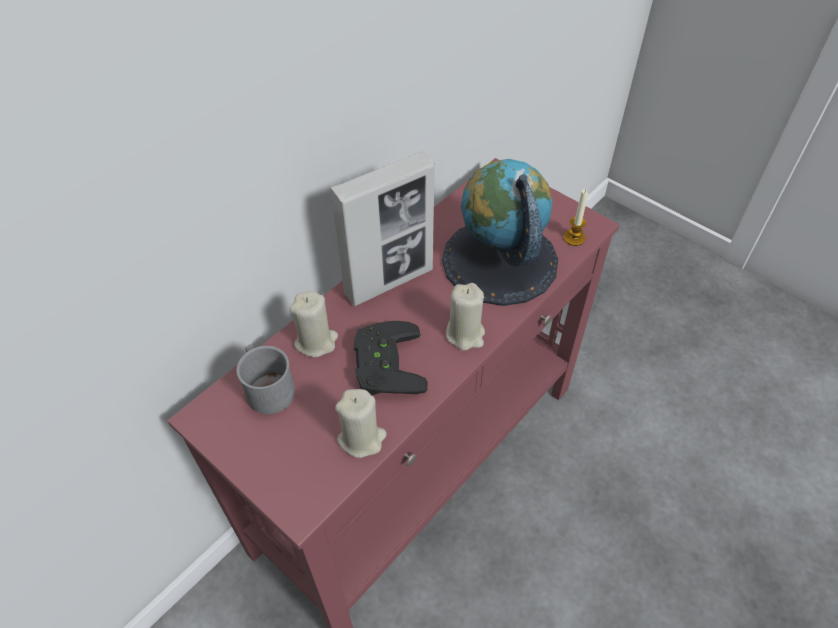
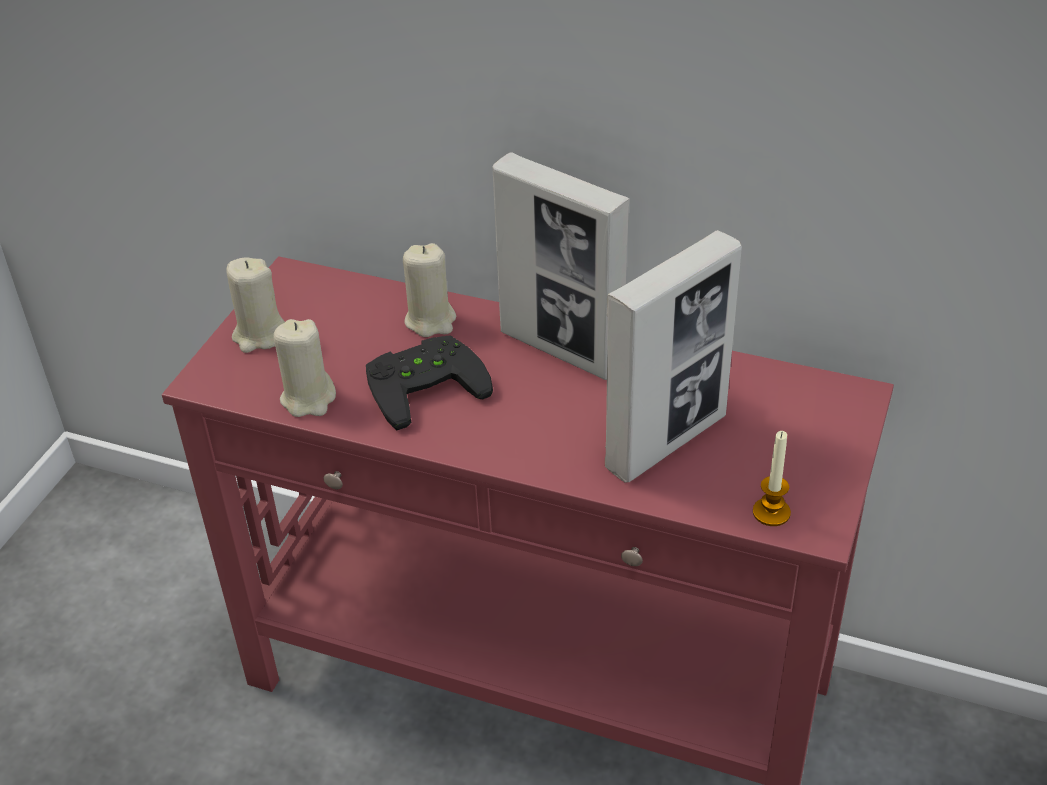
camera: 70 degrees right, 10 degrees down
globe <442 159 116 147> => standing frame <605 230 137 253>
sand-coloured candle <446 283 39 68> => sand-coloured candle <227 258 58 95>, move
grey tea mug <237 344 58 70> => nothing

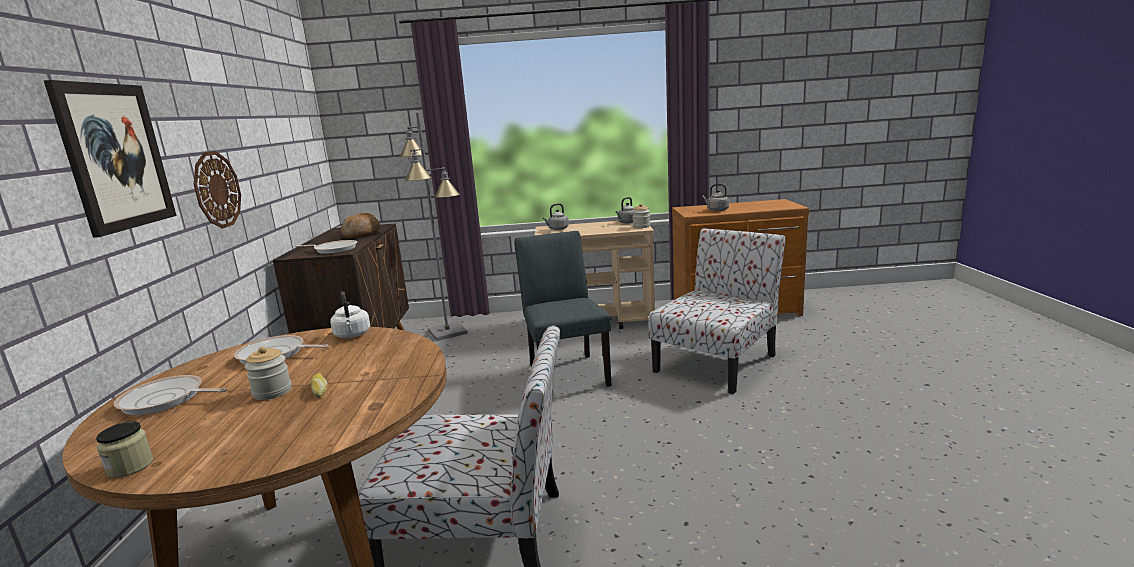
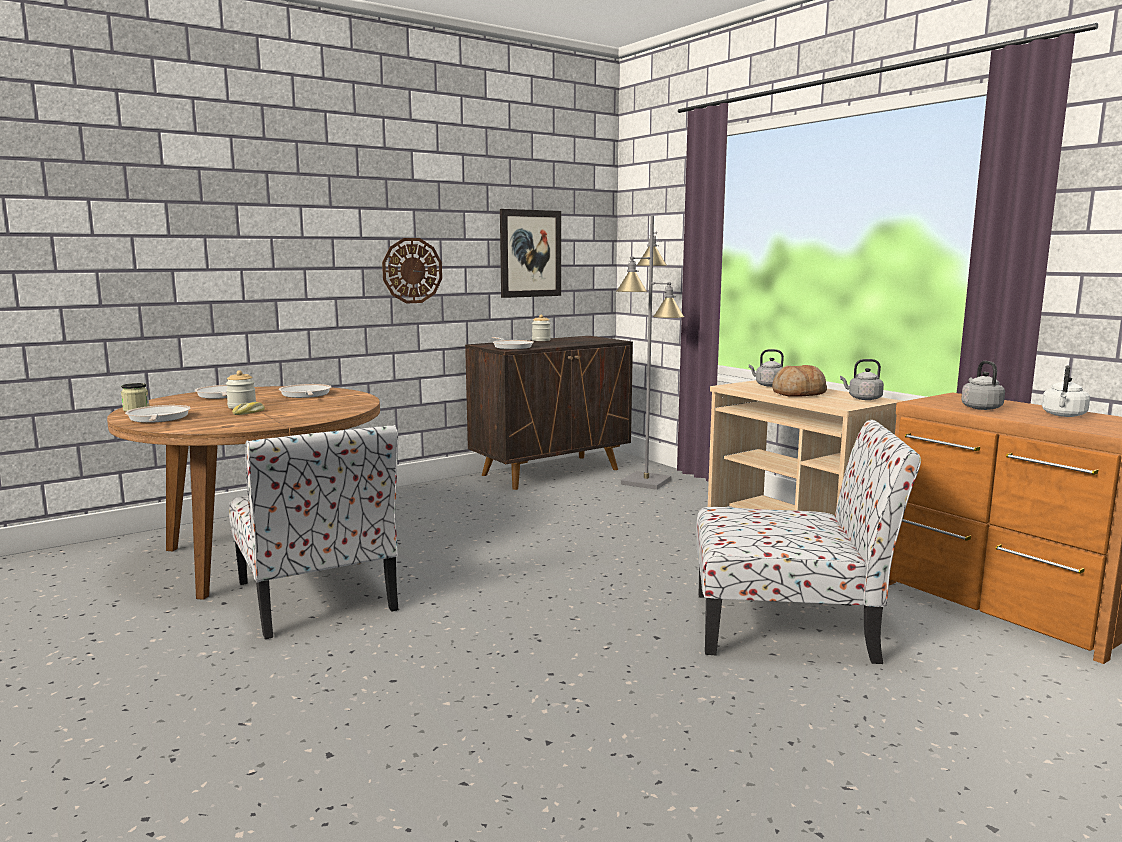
camera: 55 degrees right, 5 degrees down
wall art <44 80 133 158> => wall art <500 209 61 89>, move
preserve jar <633 204 17 24> => preserve jar <532 315 19 26>, move
baked bread <341 213 39 25> => baked bread <772 365 55 32>, move
grey upright chair <514 231 97 156> => nothing
whitish tea kettle <330 291 40 47> => whitish tea kettle <1042 365 48 52>, move
nothing => frying pan <125 405 66 18>

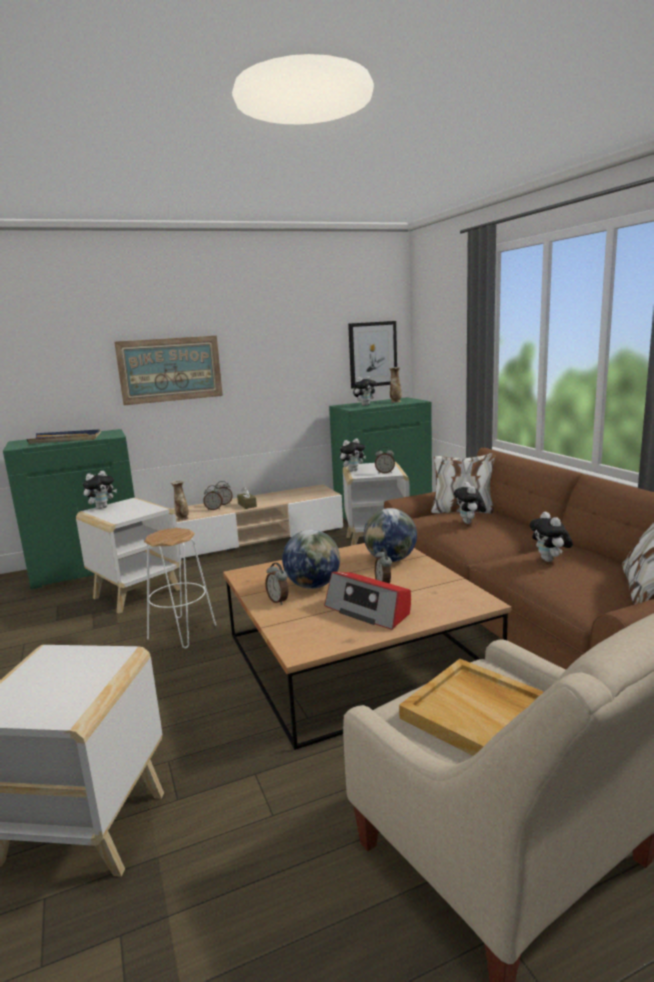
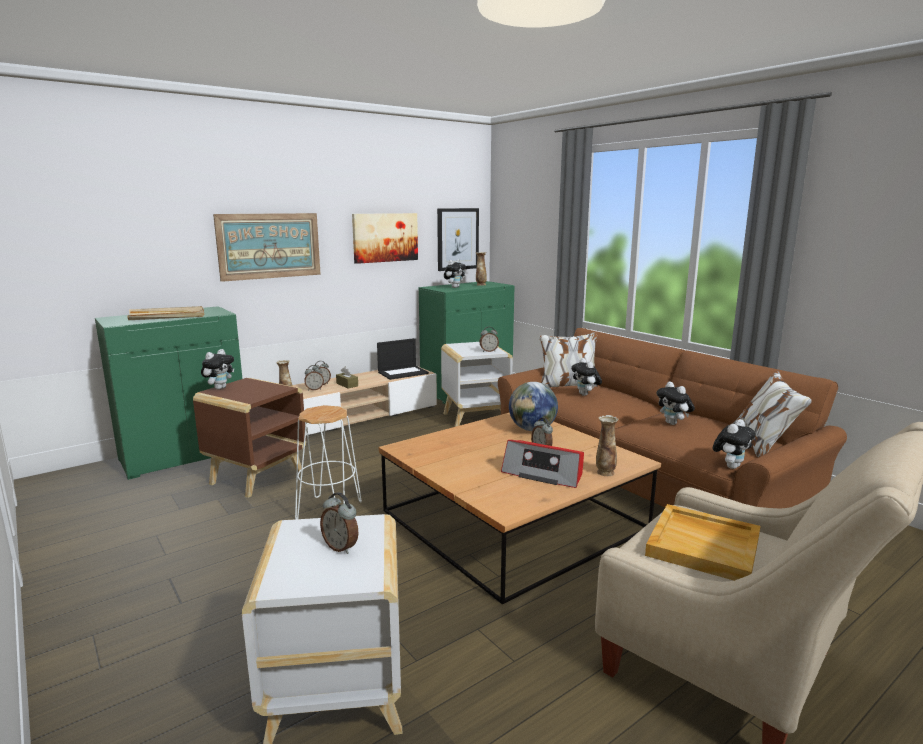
camera: 15 degrees left, 0 degrees up
blue serving tray <27 429 74 15> => sand-coloured serving tray <127 306 77 14>
soft toy <340 438 26 34> => soft toy <713 419 43 50>, move
whitish end table <76 498 105 116> => brown-coloured end table <193 378 113 120>
globe <282 530 58 59> => nothing
table clock <265 563 24 42> => table clock <320 492 39 62>, move
nothing => wall art <352 213 66 51>
nothing => laptop <377 338 52 42>
nothing => decorative vase <596 415 23 61>

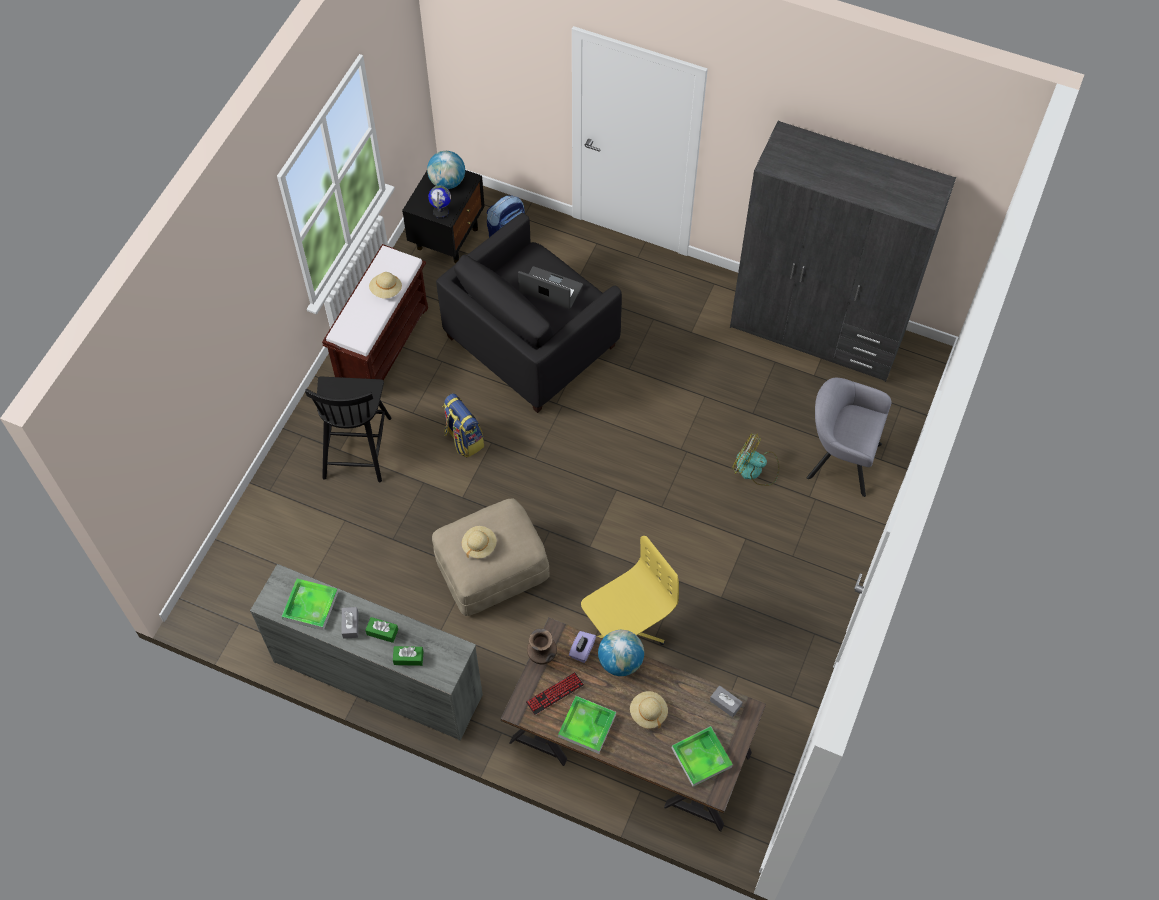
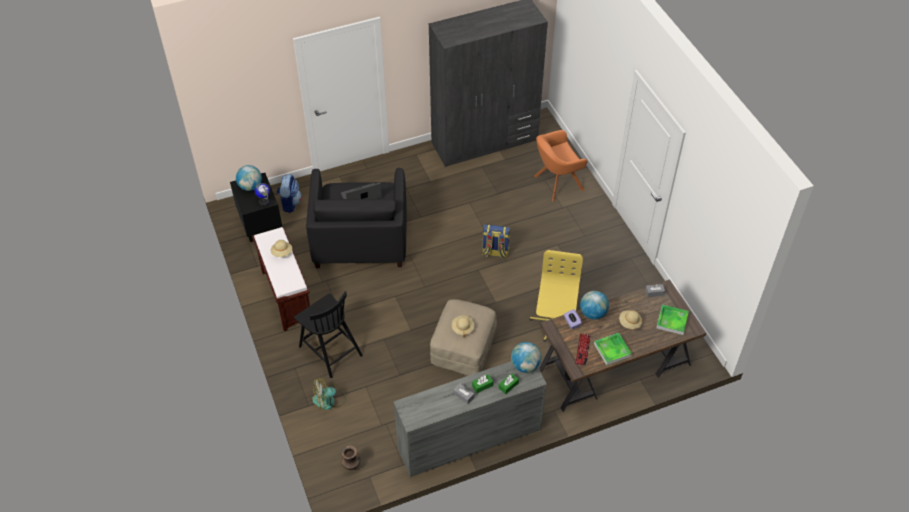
camera: 45 degrees left, 10 degrees down
grey armchair <807 378 84 119> => orange-coloured armchair <534 130 54 72>
rucksack <443 393 41 65> => rucksack <482 224 28 35>, move
electric fan <732 434 47 52> => electric fan <312 377 34 33>, move
serving tray <282 579 56 52> => nothing
brown-coloured decorative vase <527 629 30 35> => brown-coloured decorative vase <341 445 19 26>, move
nothing => globe <511 342 31 31>

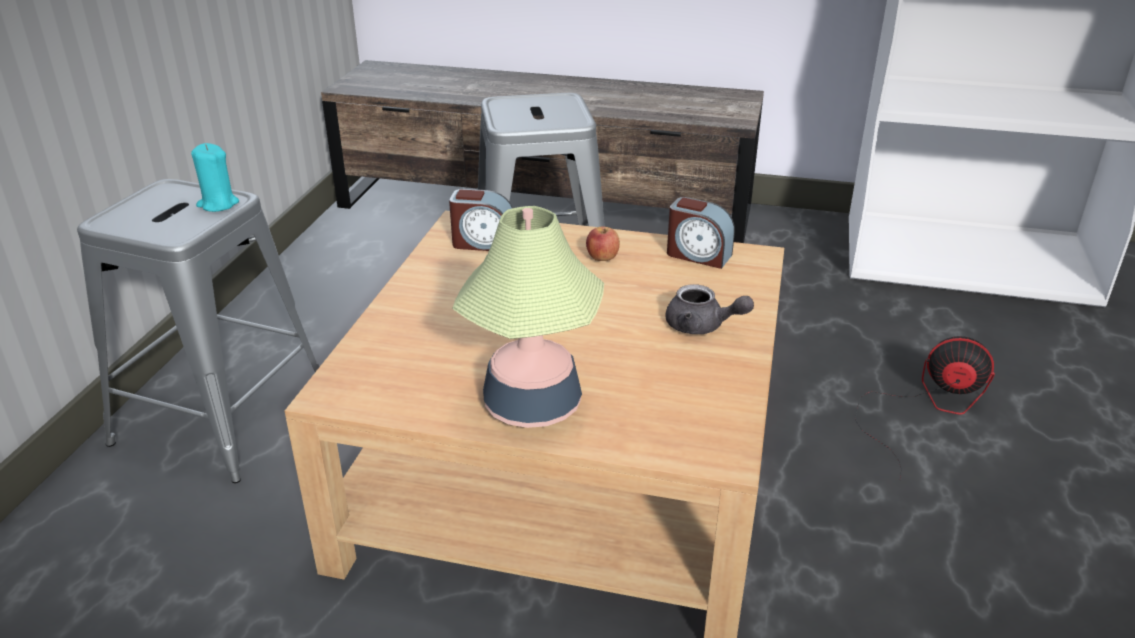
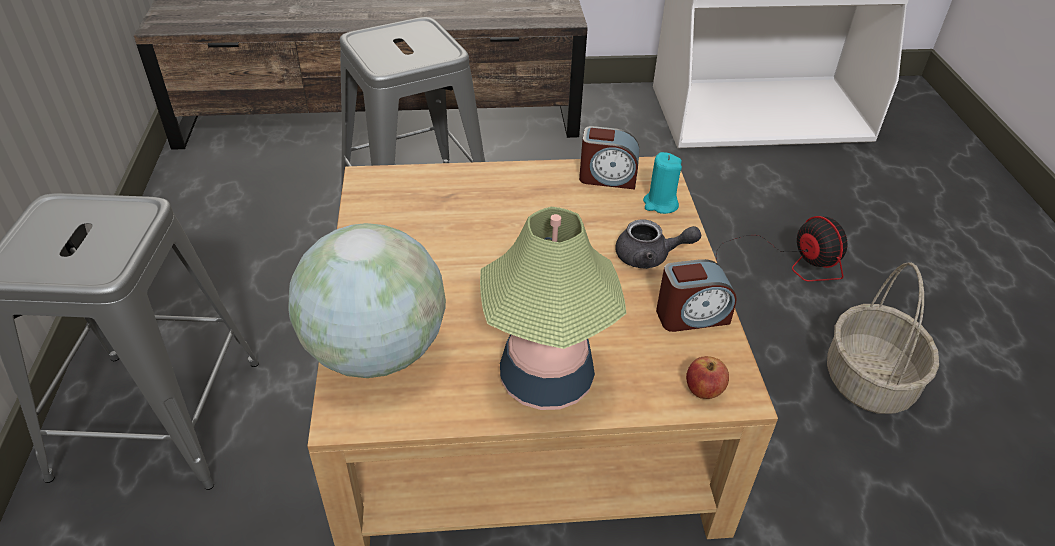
camera: 20 degrees left, 10 degrees up
turquoise-coloured candle <191 143 48 69> => turquoise-coloured candle <643 152 39 62>, move
table clock <449 189 64 62> => table clock <656 259 81 73>, move
apple fruit <586 227 34 34> => apple fruit <686 356 43 43>, move
electric fan <855 336 140 144> => electric fan <716 216 131 65>, 60 degrees clockwise
nothing => globe <288 223 158 155>
nothing => household basket <827 262 112 152>

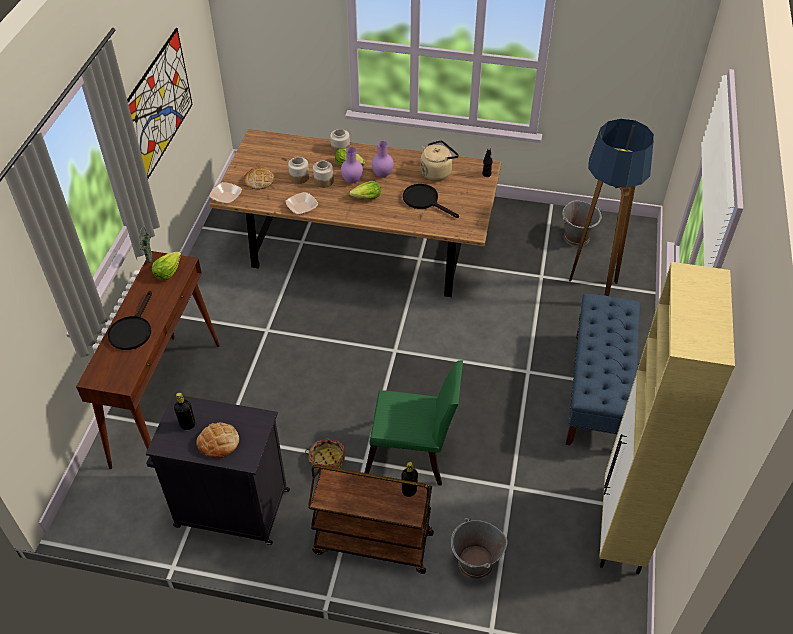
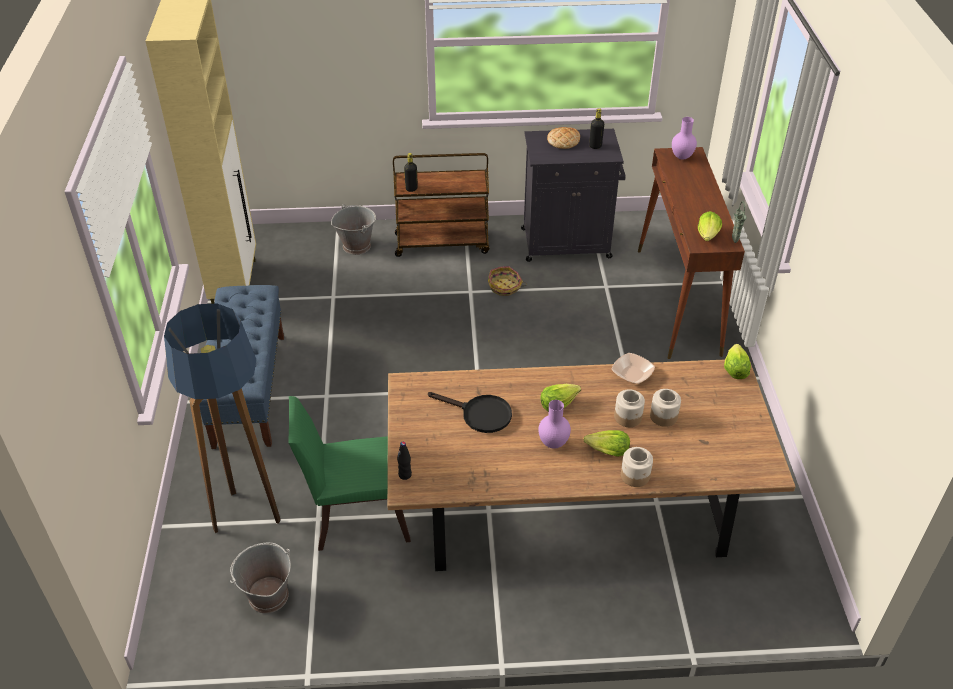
camera: 165 degrees right, 5 degrees down
wall art <127 28 66 150> => nothing
sand-coloured tea kettle <420 140 39 41> => nothing
purple decorative vase <341 147 22 36> => purple decorative vase <672 117 25 43>, move
baked bread <244 166 30 23> => nothing
serving bowl <209 182 33 22> => head of lettuce <724 344 27 35>
black-coloured frying pan <108 291 44 59> => nothing
greenish upright chair <365 360 98 126> => greenish upright chair <288 396 123 155>, move

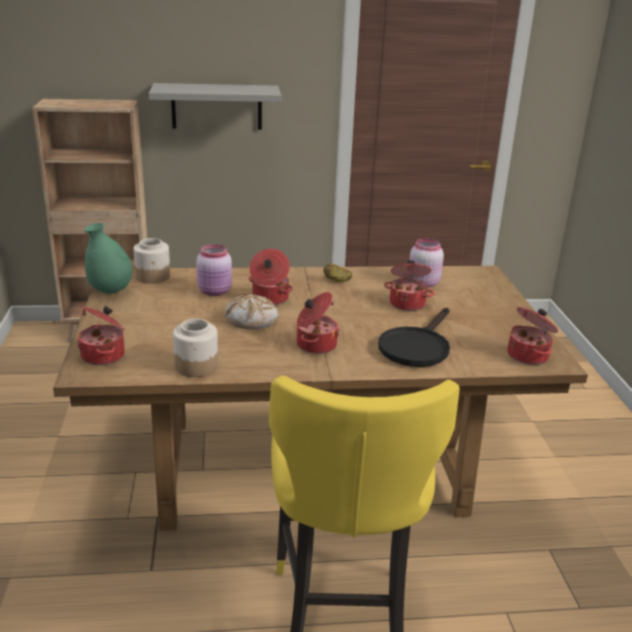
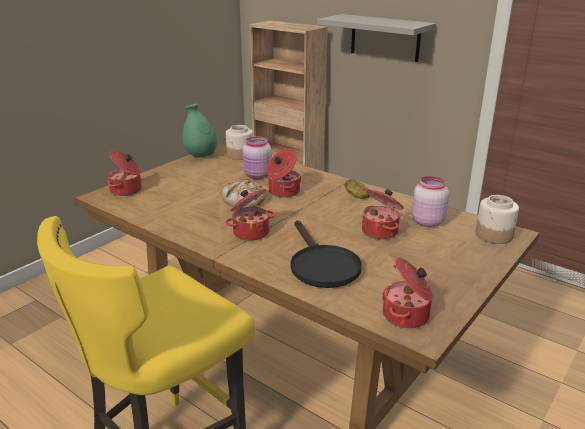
camera: 45 degrees right, 0 degrees up
black-coloured frying pan <378 308 72 59> => black-coloured frying pan <291 220 71 68>, 90 degrees counterclockwise
preserve jar <173 319 45 58> => preserve jar <475 195 44 49>, move

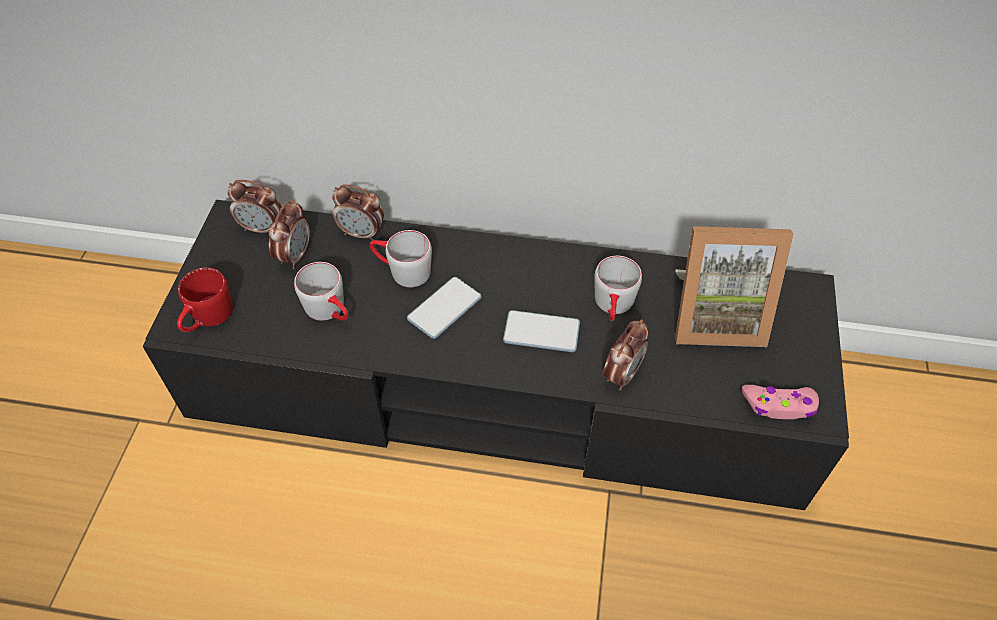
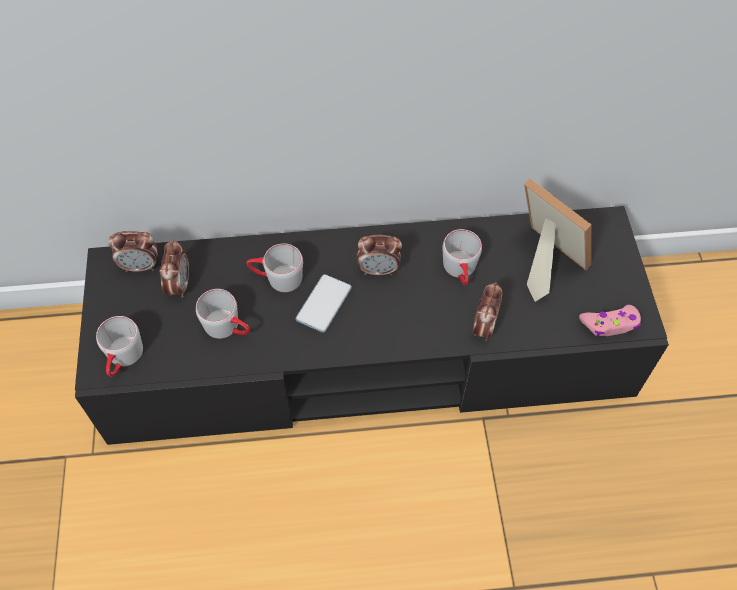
camera: 15 degrees left, 5 degrees up
table clock <332 185 52 56> => table clock <357 235 45 41>, move
standing frame <675 226 119 121> => standing frame <524 178 68 124>, 120 degrees counterclockwise
red-coloured tea mug <177 267 56 65> => grey tea mug <96 316 47 61>
handset <503 310 77 42> => nothing

